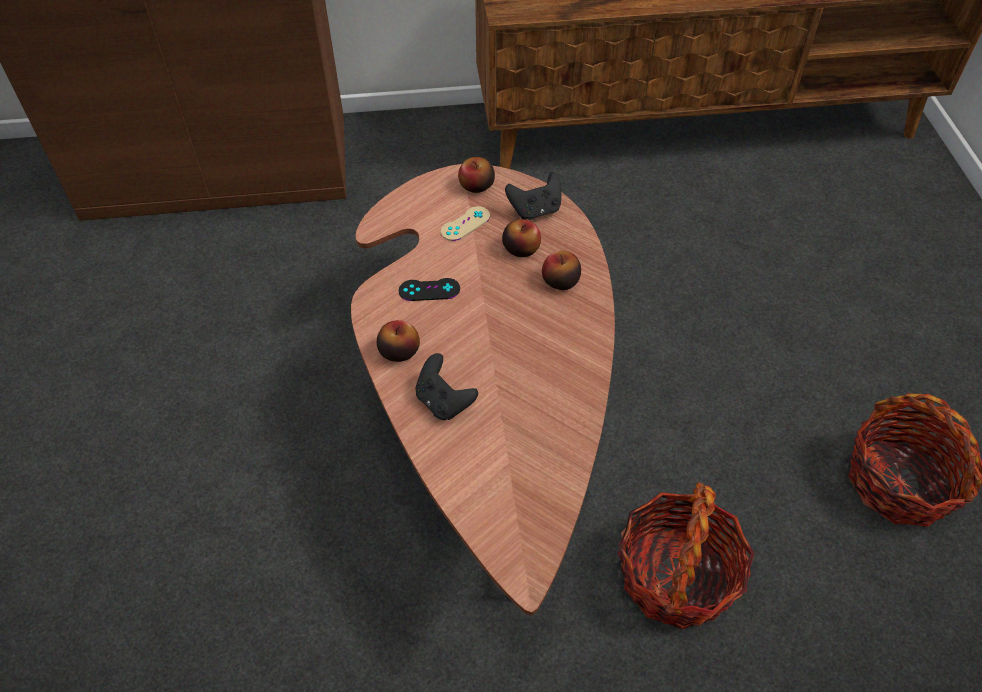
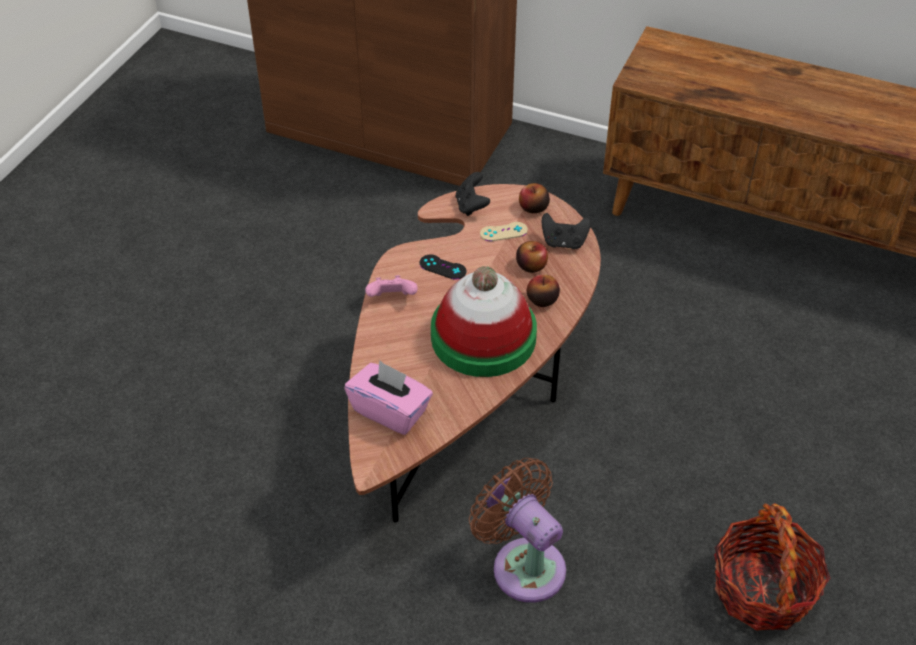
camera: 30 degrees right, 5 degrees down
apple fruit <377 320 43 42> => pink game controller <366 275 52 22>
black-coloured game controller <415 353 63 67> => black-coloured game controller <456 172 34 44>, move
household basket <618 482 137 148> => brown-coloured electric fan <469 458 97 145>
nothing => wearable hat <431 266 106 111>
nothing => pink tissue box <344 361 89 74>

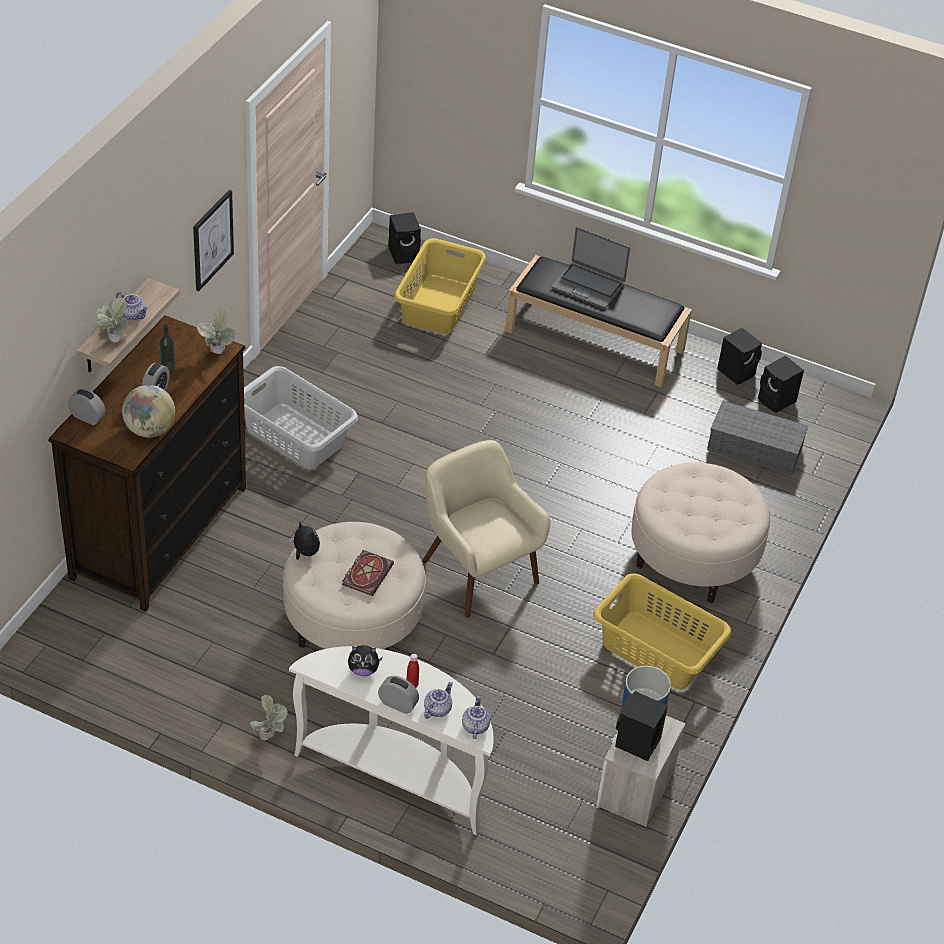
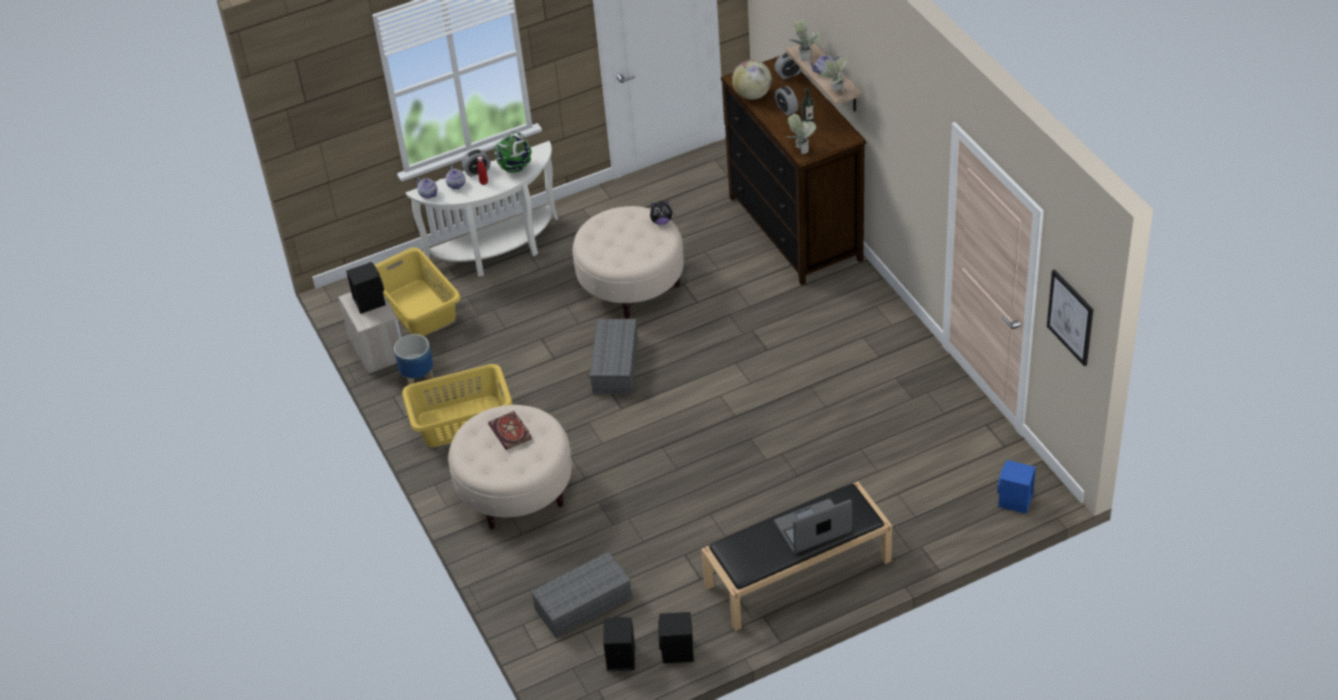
camera: 135 degrees right, 0 degrees up
wall art <193 190 41 101> => wall art <1047 269 46 98>, move
black-coloured loudspeaker <388 212 33 52> => blue loudspeaker <997 460 39 54>
yellowish washing basket <394 238 92 96> => yellowish washing basket <375 248 86 88>, move
grey washing basket <244 366 114 103> => nothing
sand-coloured armchair <422 440 129 177> => grey storage box <590 319 48 75>
book <342 550 52 46> => book <488 411 44 39>, move
soft toy <348 645 34 31> => globe <494 131 37 42>
houseplant <250 695 38 46> => houseplant <820 57 27 35>, move

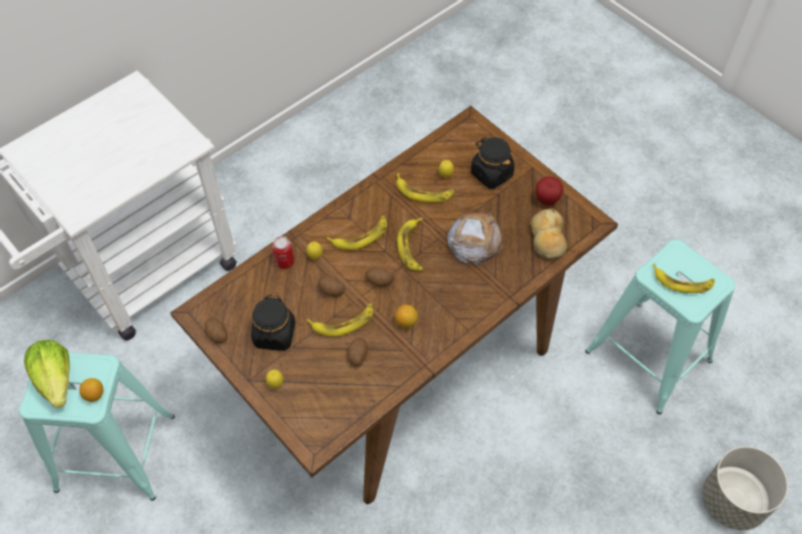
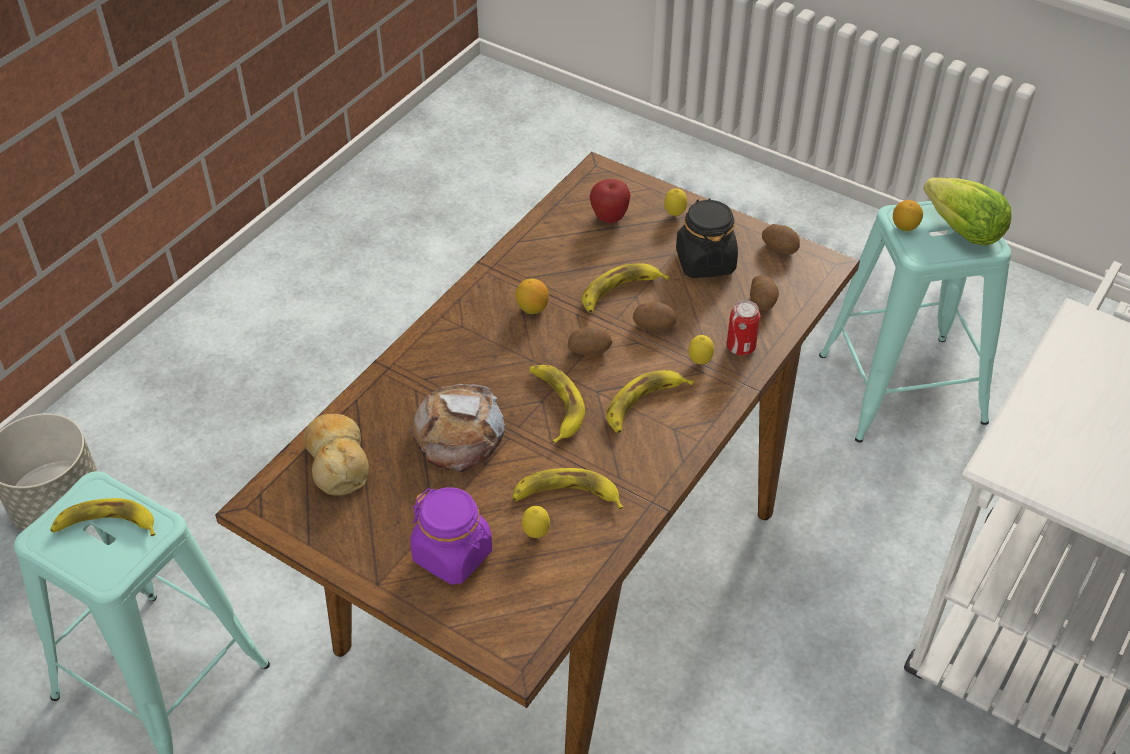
camera: 165 degrees right, 10 degrees down
black-coloured preserve jar <471 137 44 52> => purple preserve jar <410 487 82 98>
apple fruit <536 176 28 30> => apple fruit <589 179 42 44>, move
potato <347 338 21 28> => potato <750 275 29 36>, move

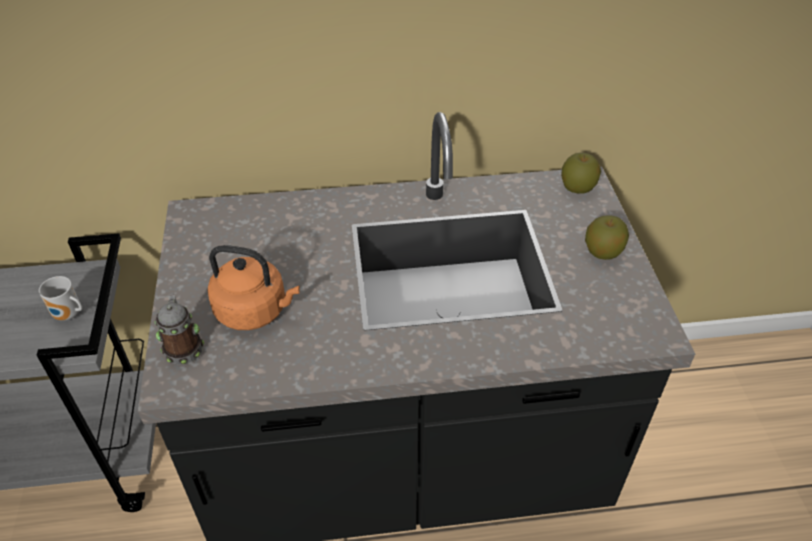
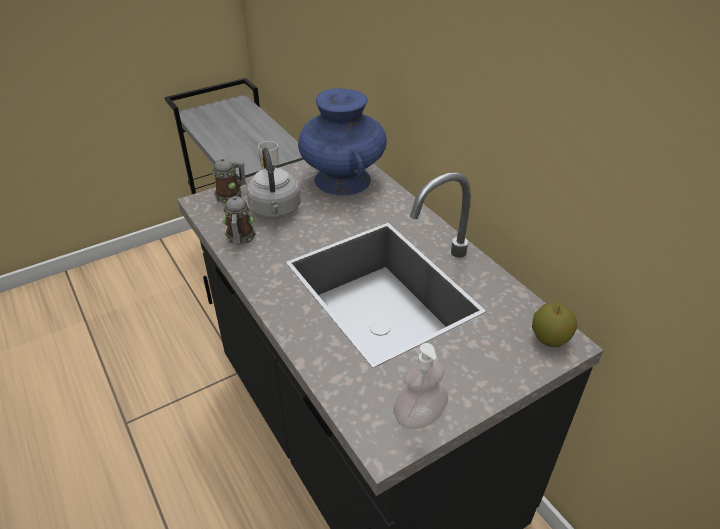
camera: 65 degrees right, 5 degrees down
apple fruit <585 215 44 45> => nothing
orange-coloured tea kettle <207 245 93 85> => grey tea kettle <247 148 54 71>
nothing => blue decorative vase <298 88 89 108>
nothing => tea mug <223 196 33 49>
nothing => soap bottle <393 343 55 86>

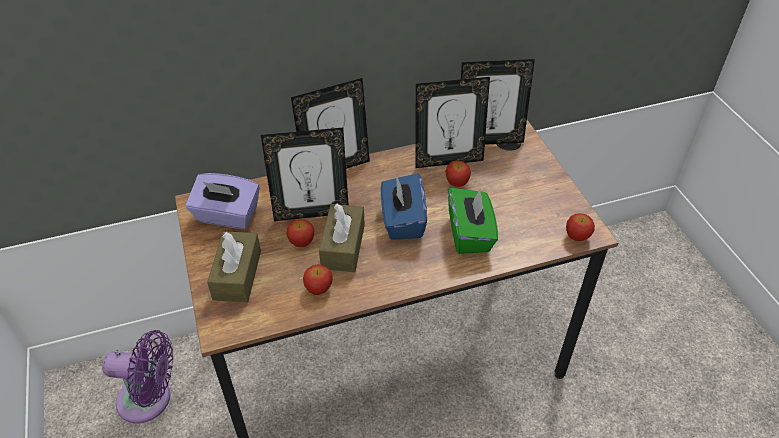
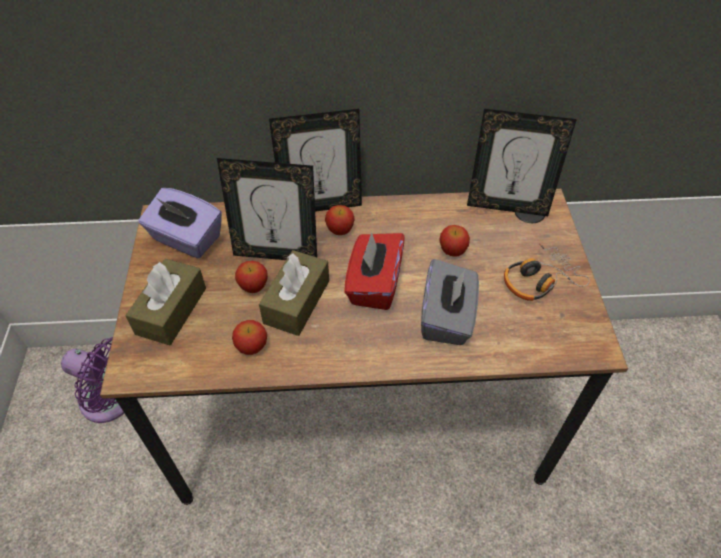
camera: 15 degrees right, 5 degrees up
standing frame <415 77 75 91> => nothing
blue tissue box <381 173 46 67> => red-coloured tissue box <344 232 61 78>
greenish tissue box <448 188 50 66> => grey tissue box <421 259 58 86>
apple fruit <566 213 29 28> => apple fruit <325 205 29 30>, move
nothing => headphones <504 243 86 58>

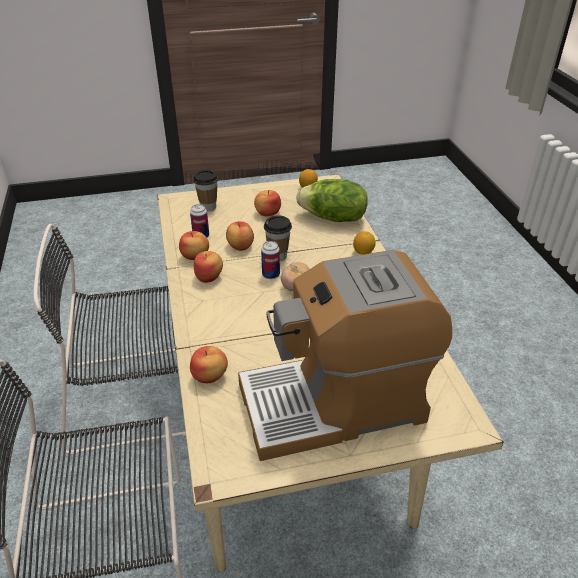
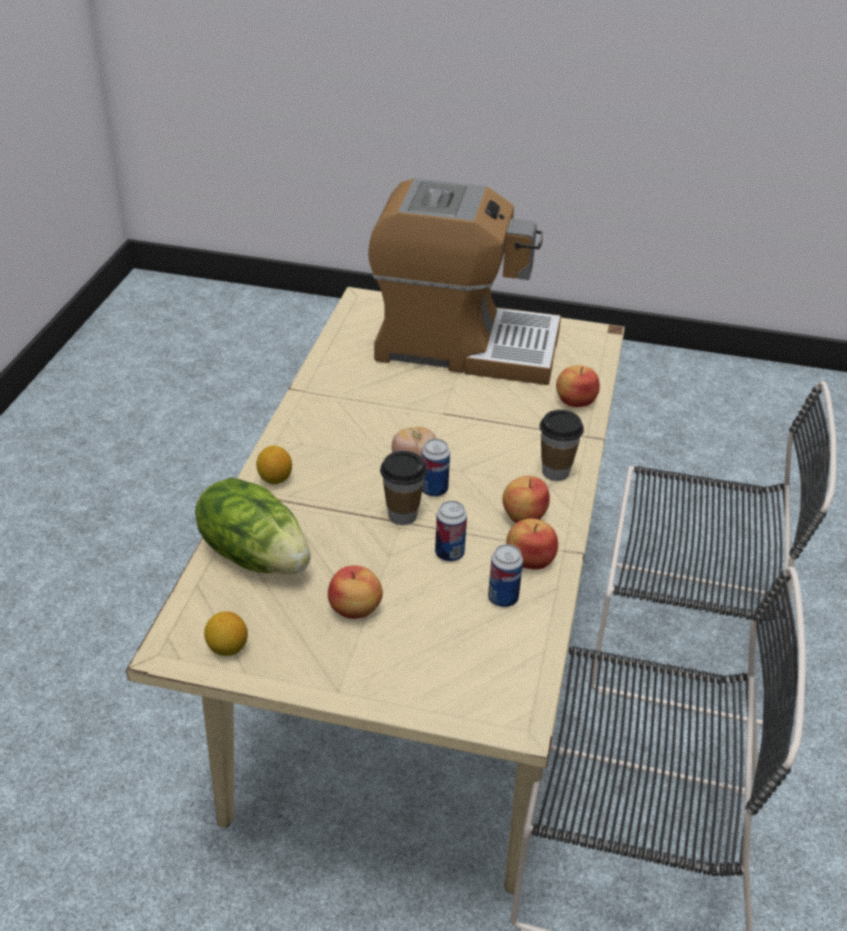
camera: 155 degrees left, 0 degrees up
cup <193 170 25 41> => cup <539 410 45 71>, move
apple fruit <226 221 28 30> => can <435 501 32 61>

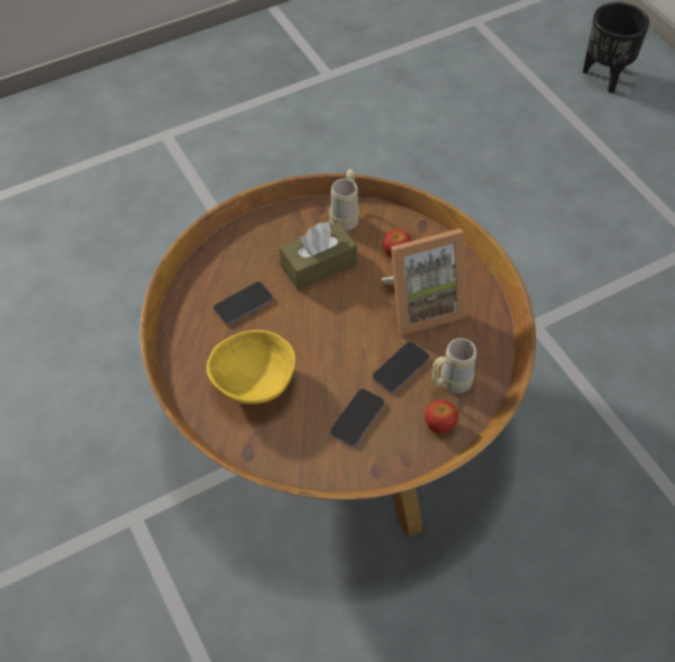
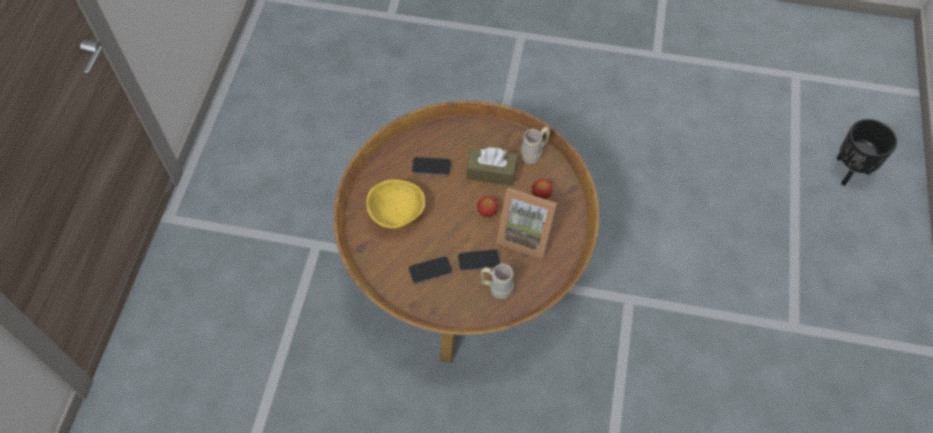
camera: 40 degrees right, 5 degrees up
apple fruit <425 400 34 33> => apple fruit <477 196 21 21>, move

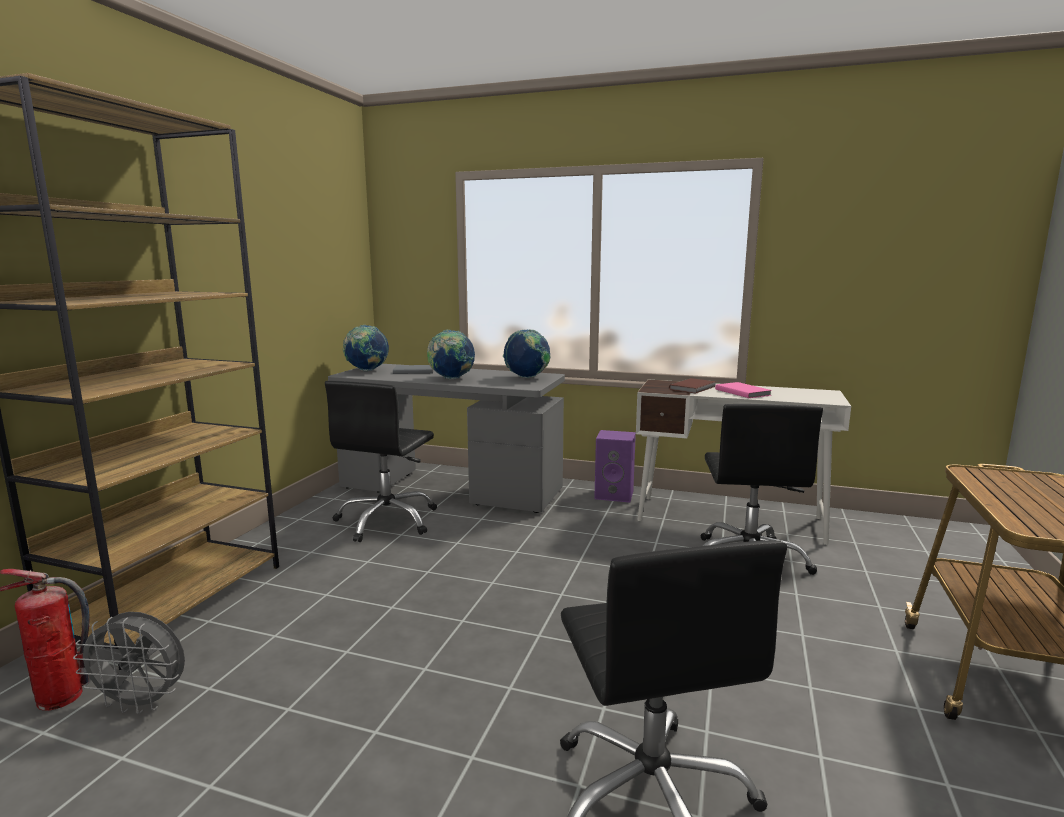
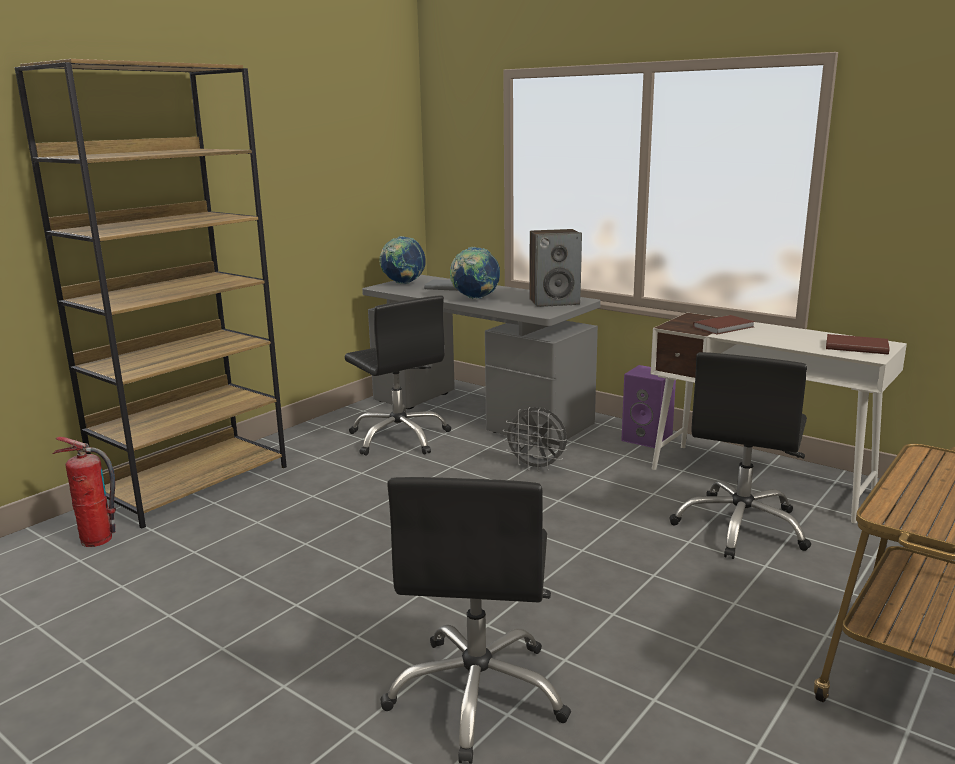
camera: 20 degrees right, 5 degrees up
globe <503 329 48 49> => loudspeaker <529 229 53 78>
black-coloured computer chair <325 380 112 162> => black-coloured computer chair <344 295 107 160>, 75 degrees counterclockwise
pink book <715 382 57 16> => nothing
grey electric fan <73 612 112 102> => grey electric fan <503 407 64 65>, move
nothing => brown-coloured book <826 334 64 21>

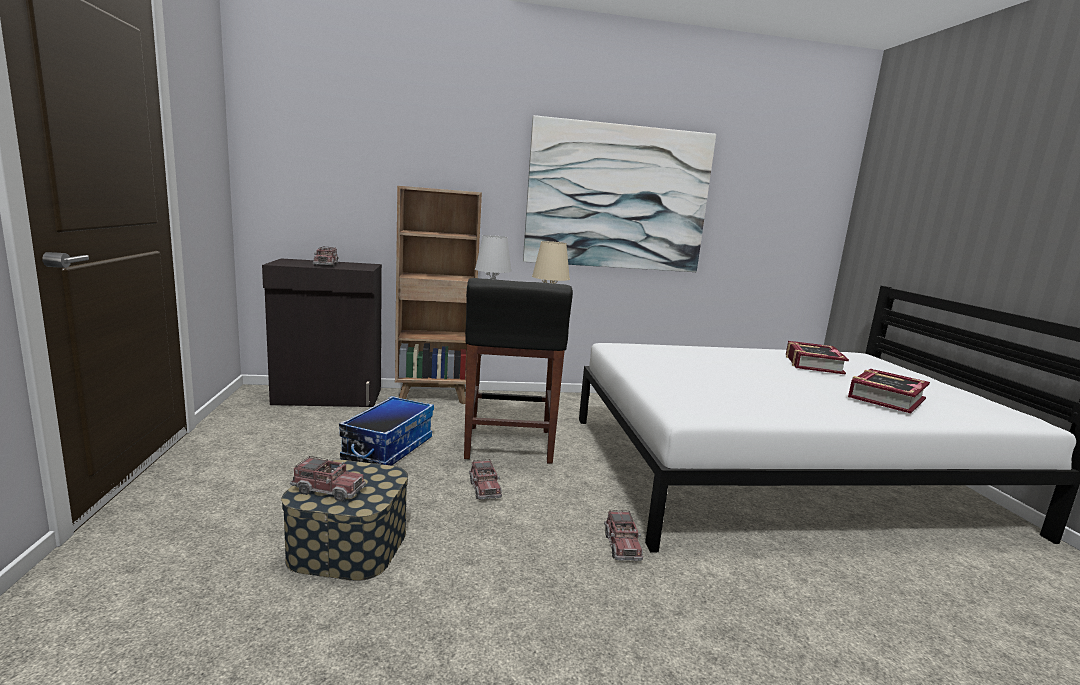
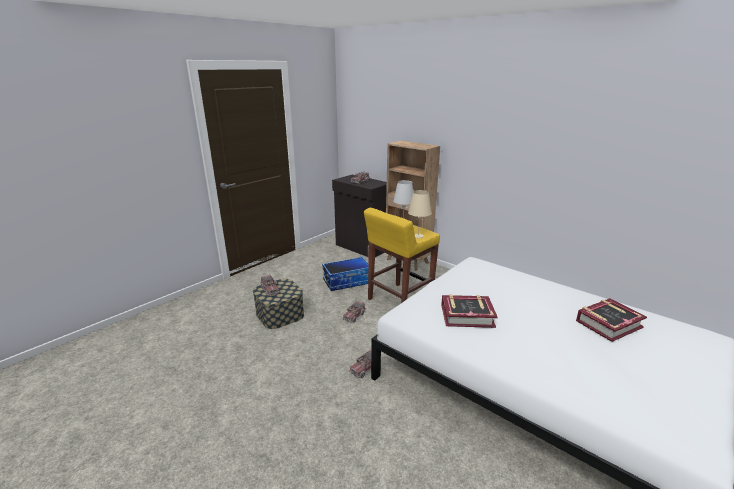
camera: 50 degrees right, 10 degrees up
wall art <523 115 193 157> => nothing
black-coloured sitting stool <464 278 109 186> => yellowish sitting stool <364 208 76 95>
book <848 369 82 44> => book <441 294 56 34>, move

